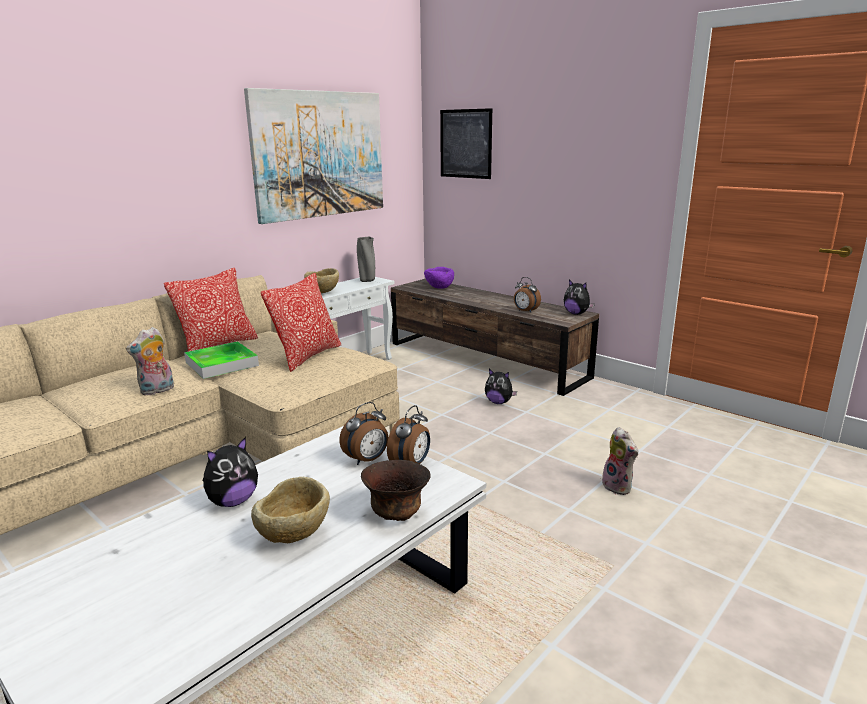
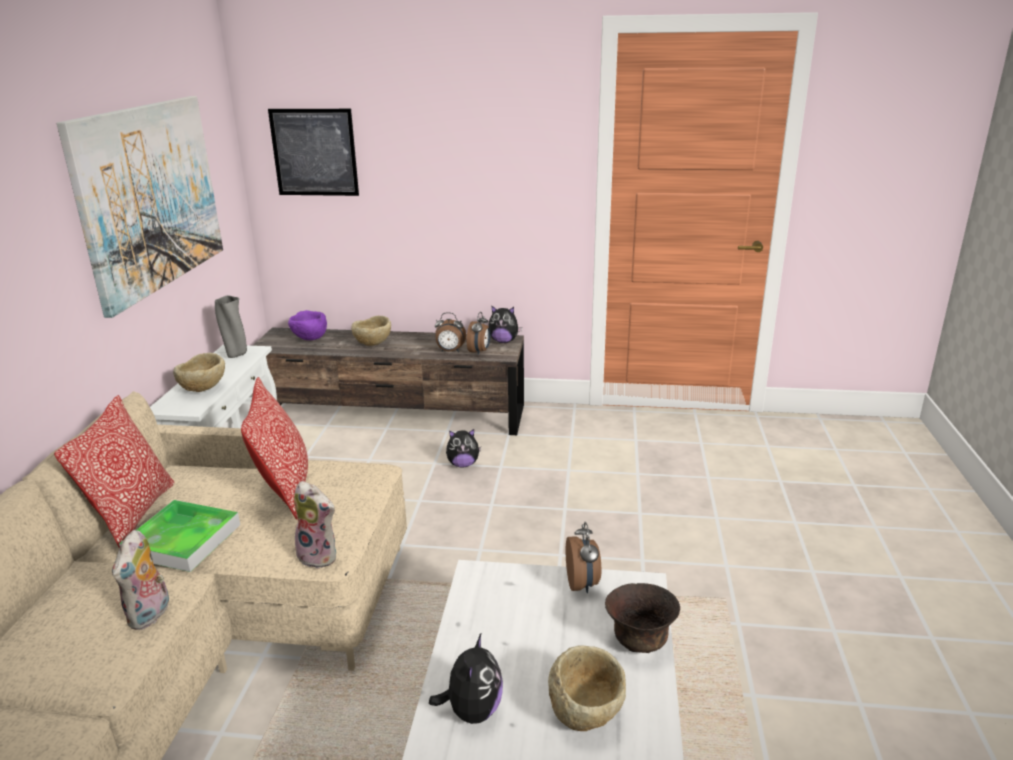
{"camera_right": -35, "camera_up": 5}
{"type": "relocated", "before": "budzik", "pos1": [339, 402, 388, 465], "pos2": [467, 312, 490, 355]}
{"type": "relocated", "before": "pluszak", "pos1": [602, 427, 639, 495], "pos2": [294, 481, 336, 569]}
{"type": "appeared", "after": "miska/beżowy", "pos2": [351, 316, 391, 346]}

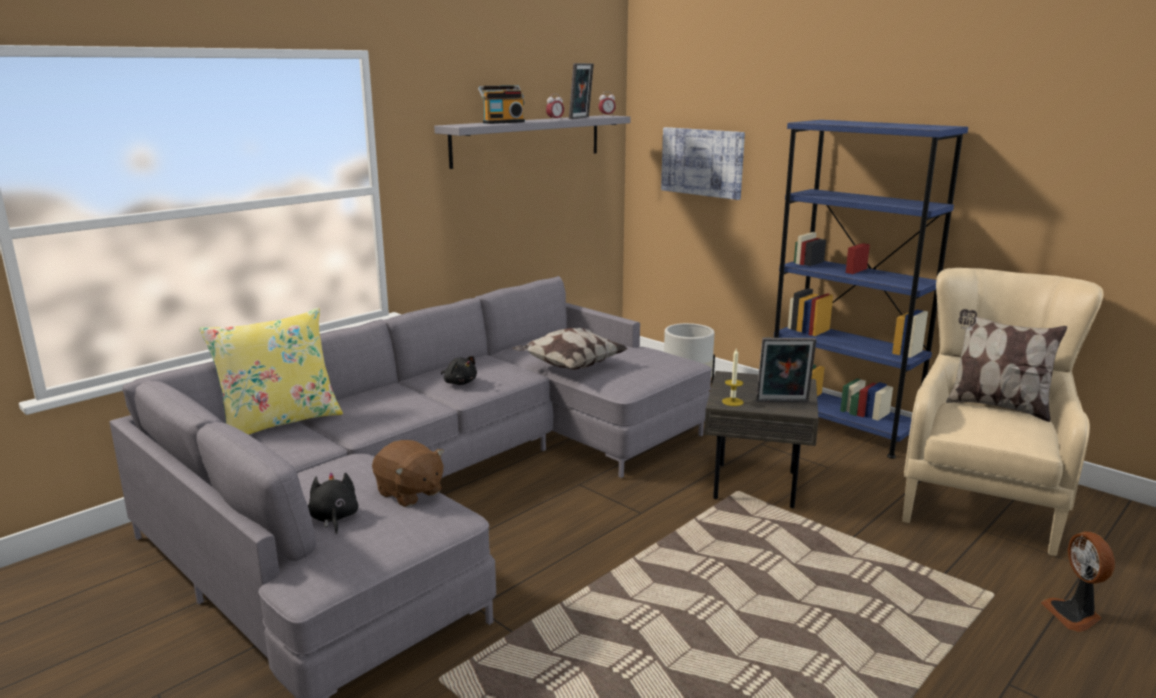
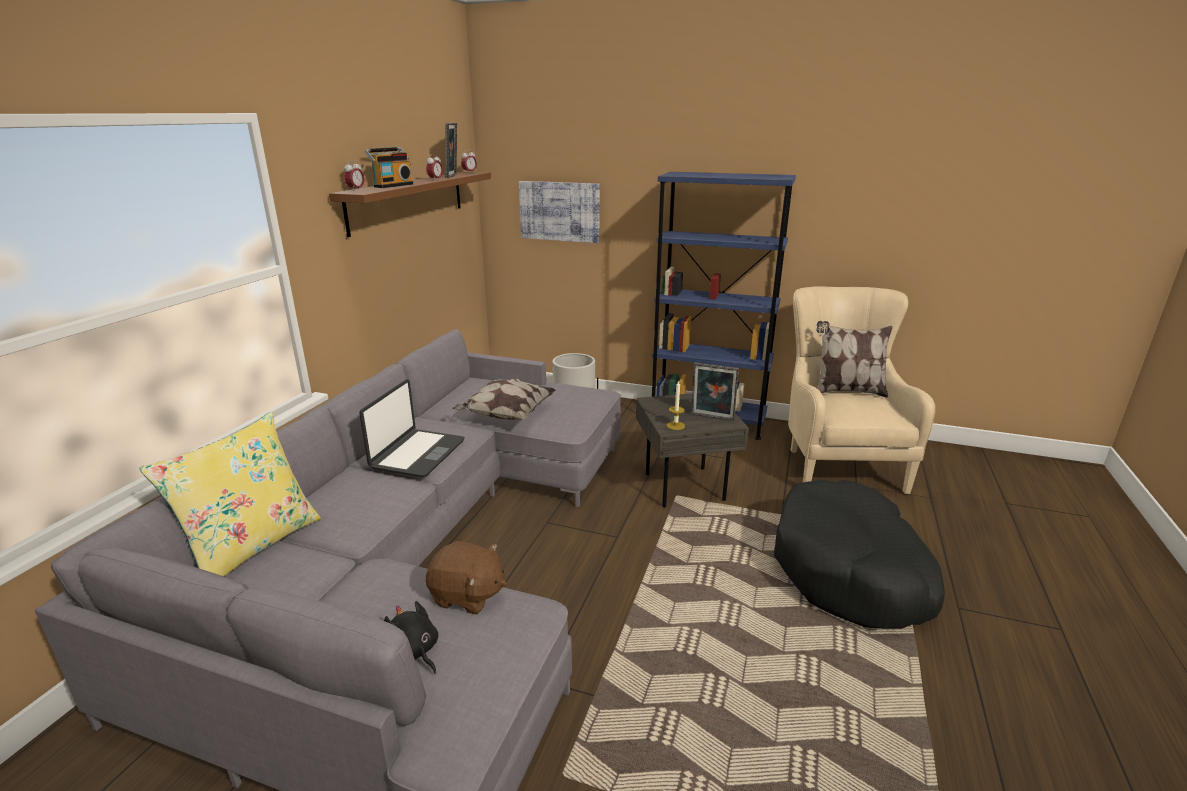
{"camera_right": -25, "camera_up": 5}
{"type": "colour", "before": "półka/szary", "after": "półka/brązowy", "pos1": [434, 115, 630, 169], "pos2": [329, 172, 491, 237]}
{"type": "spun", "before": "ramka na zdjęcie", "pos1": [756, 338, 816, 402], "pos2": [691, 362, 739, 421], "turn": 45}
{"type": "exchanged", "before": "pluszak/czarny", "after": "laptop", "pos1": [441, 356, 477, 385], "pos2": [359, 379, 465, 477]}
{"type": "missing", "before": "wentylator", "pos1": [1041, 532, 1115, 632]}
{"type": "appeared", "after": "budzik", "pos2": [344, 160, 364, 191]}
{"type": "appeared", "after": "legowisko/czarny", "pos2": [774, 480, 945, 629]}

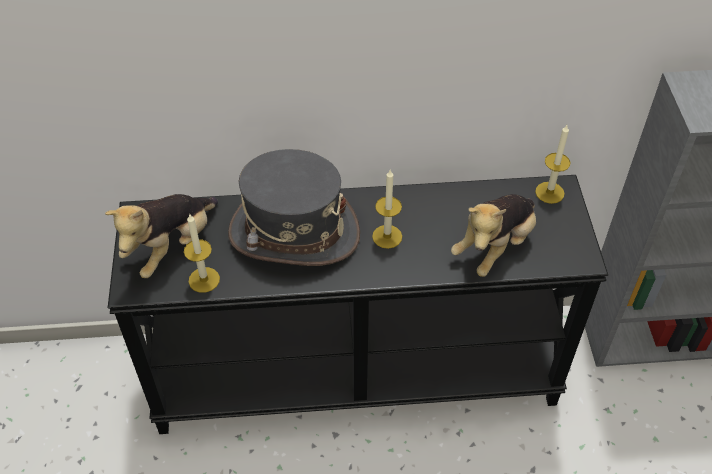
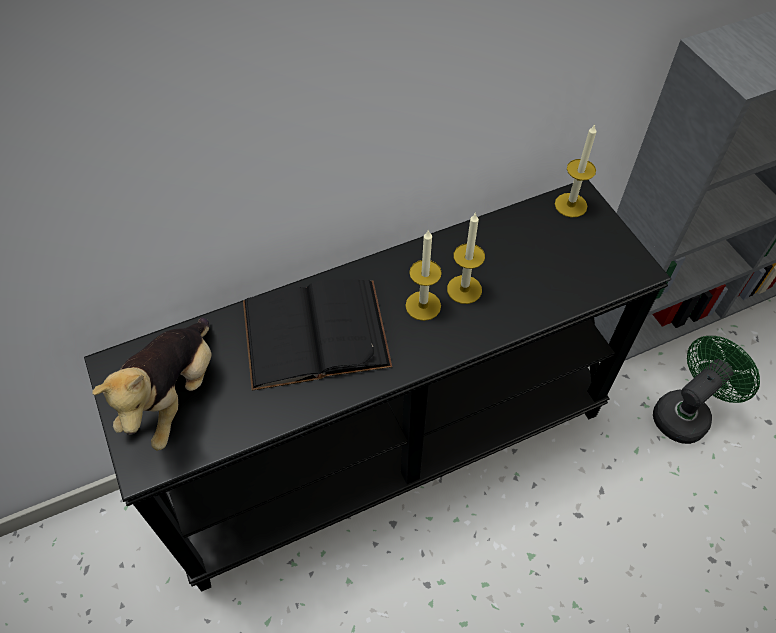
{"camera_right": -20, "camera_up": 5}
{"type": "exchanged", "before": "kapelusz/szary", "after": "książka/czarny", "pos1": [228, 149, 360, 266], "pos2": [243, 279, 392, 391]}
{"type": "missing", "before": "pluszak", "pos1": [451, 194, 536, 277]}
{"type": "relocated", "before": "świeca", "pos1": [184, 213, 220, 293], "pos2": [447, 212, 485, 304]}
{"type": "appeared", "after": "wentylator/zielony", "pos2": [653, 336, 760, 444]}

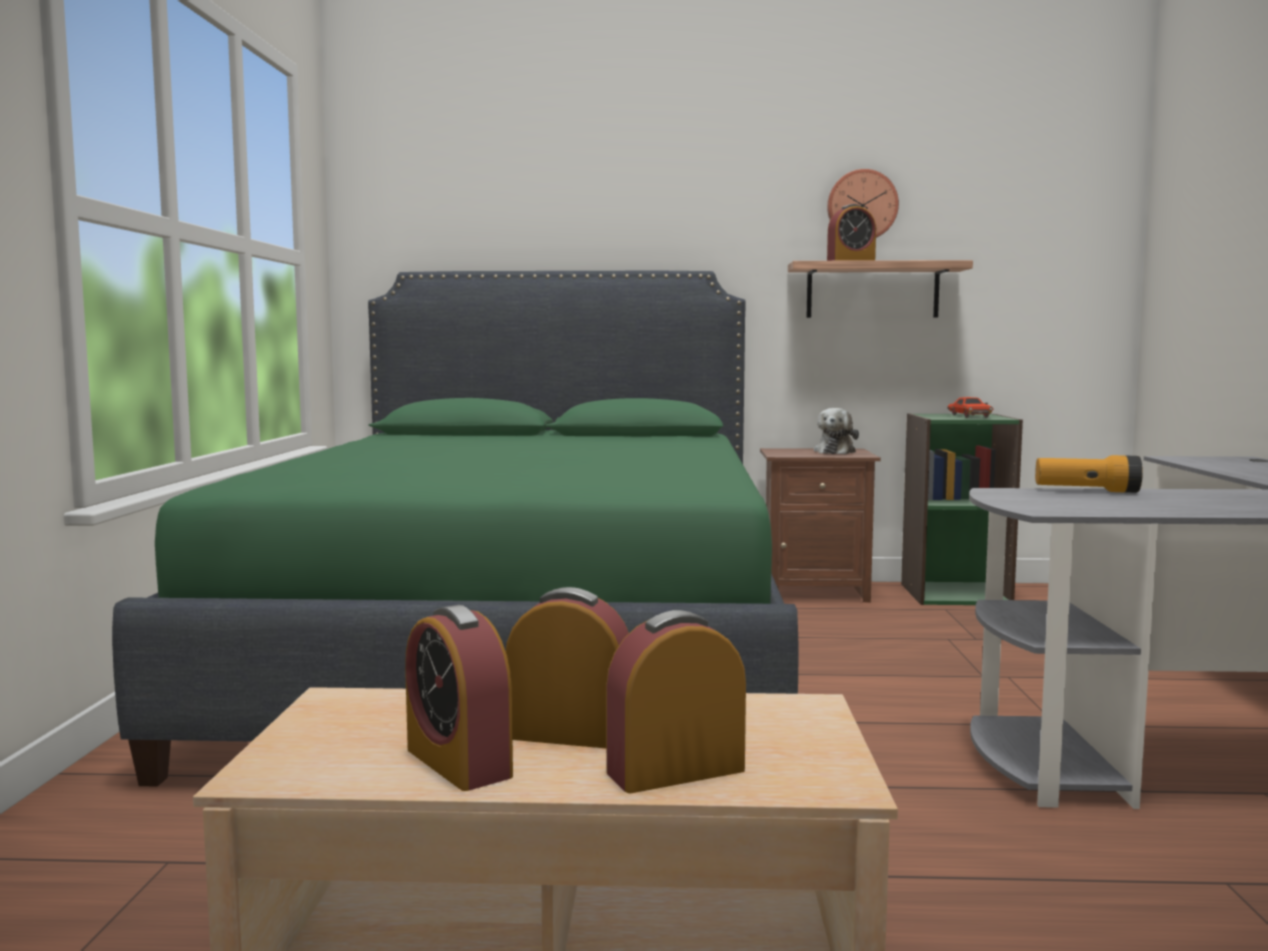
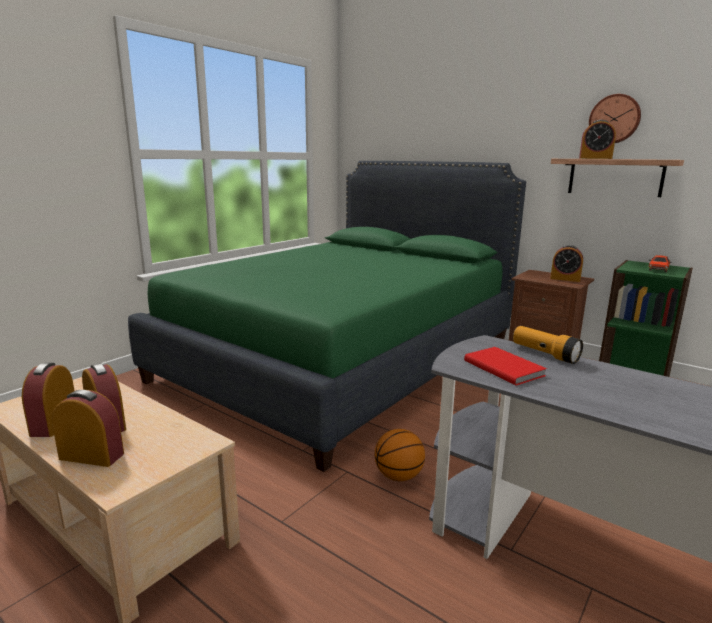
{"camera_right": 35, "camera_up": 10}
{"type": "exchanged", "before": "pluszak", "after": "budzik", "pos1": [814, 408, 859, 454], "pos2": [550, 245, 583, 282]}
{"type": "appeared", "after": "książka/czerwony", "pos2": [464, 347, 547, 385]}
{"type": "appeared", "after": "piłka do koszykówki", "pos2": [374, 429, 425, 481]}

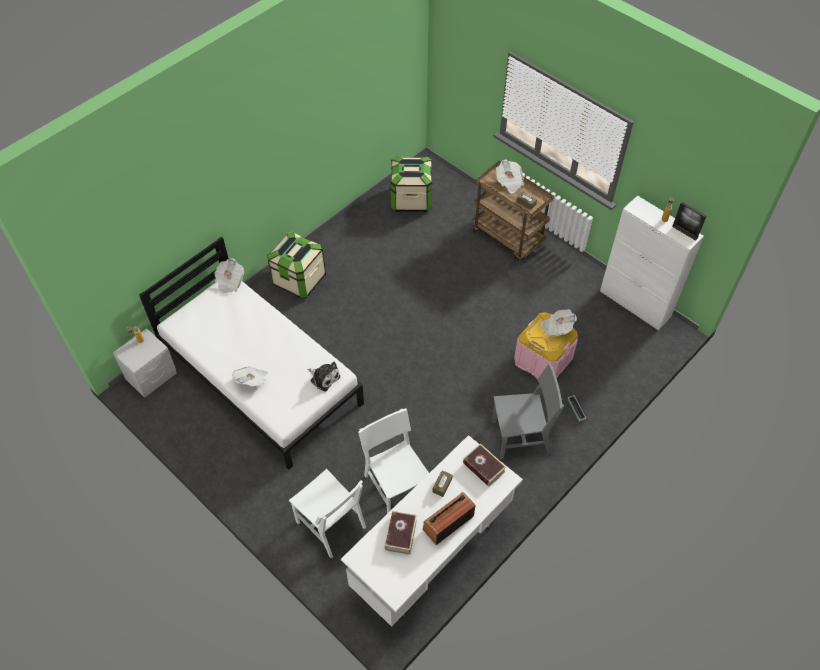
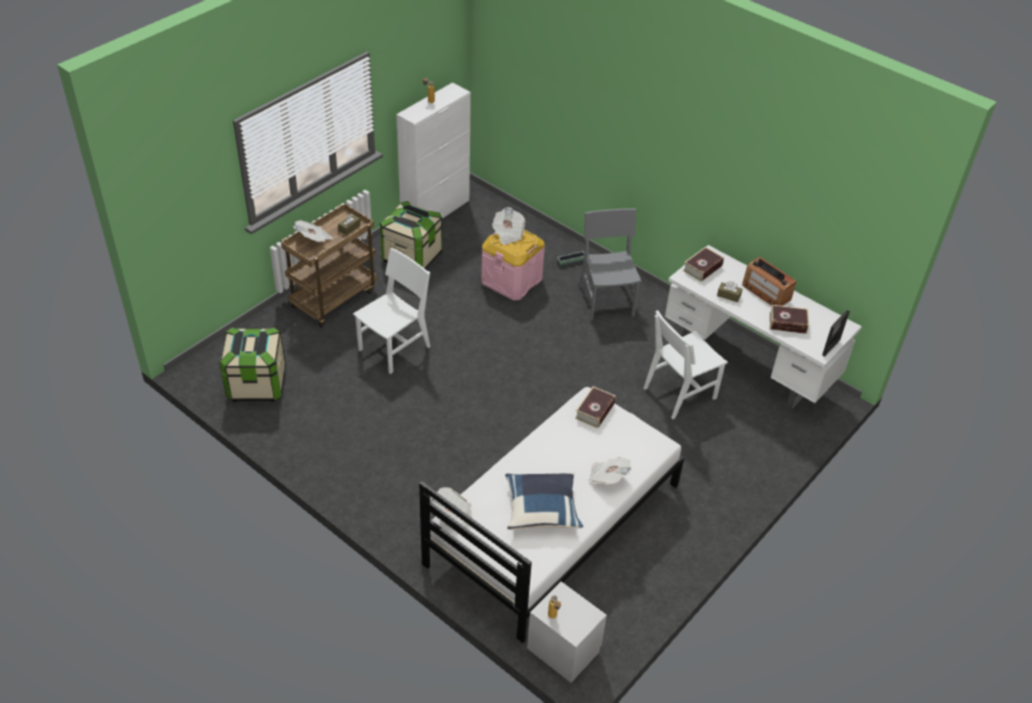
{"camera_right": -95, "camera_up": -10}
{"type": "relocated", "before": "ramka na zdjęcie", "pos1": [672, 202, 707, 241], "pos2": [822, 310, 850, 356]}
{"type": "relocated", "before": "pojemnik do przechowywania", "pos1": [267, 232, 326, 298], "pos2": [380, 201, 443, 269]}
{"type": "exchanged", "before": "pluszak", "after": "książka", "pos1": [308, 362, 340, 392], "pos2": [575, 386, 616, 428]}
{"type": "relocated", "before": "krzesło/biały", "pos1": [289, 468, 366, 559], "pos2": [353, 248, 430, 374]}
{"type": "appeared", "after": "poduszka/niebieski", "pos2": [505, 471, 583, 530]}

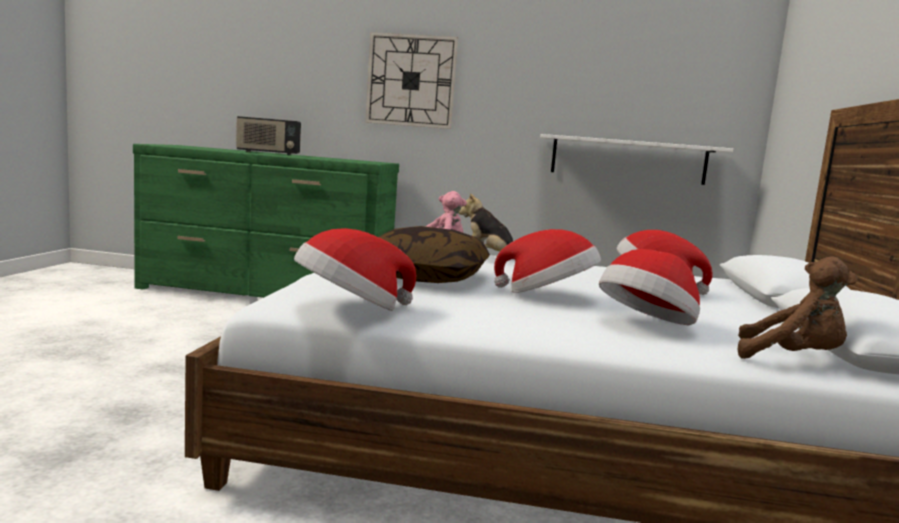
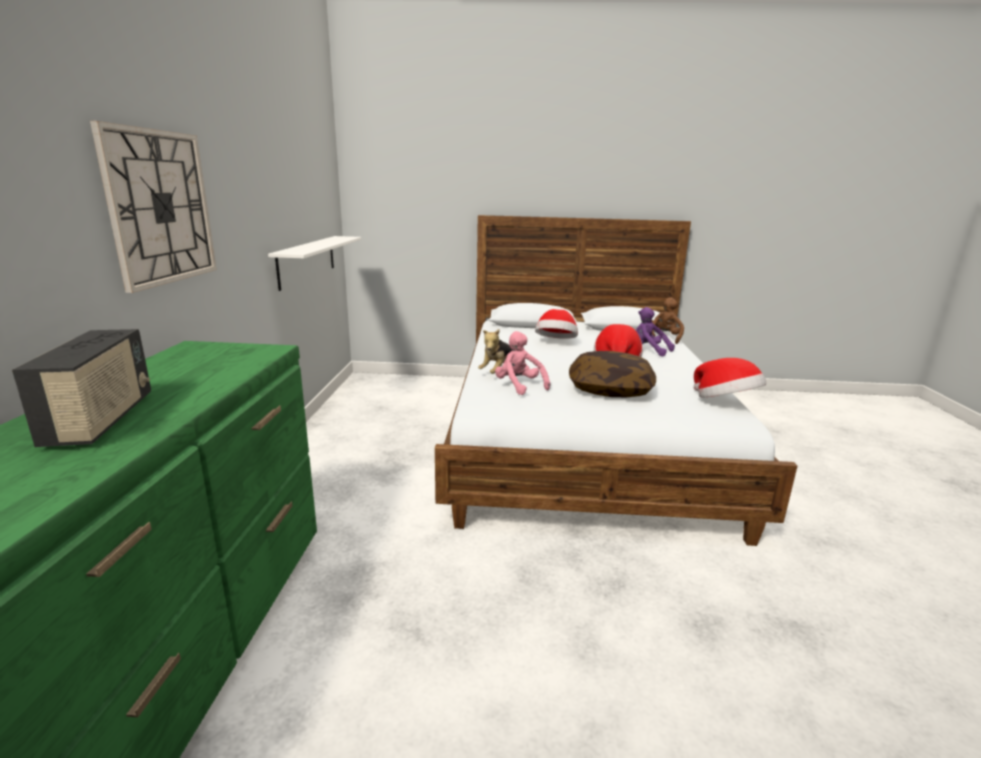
{"camera_right": -95, "camera_up": 10}
{"type": "exchanged", "before": "kapelusz", "after": "pluszak/fioletowy", "pos1": [599, 249, 700, 326], "pos2": [636, 307, 675, 356]}

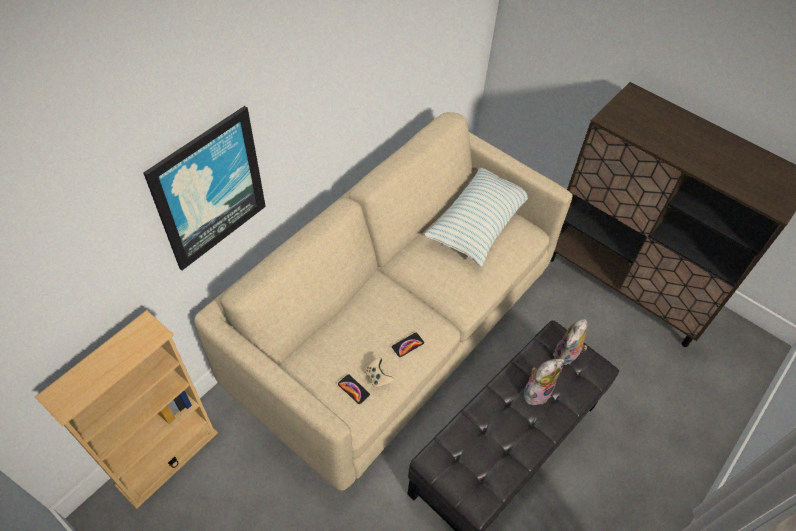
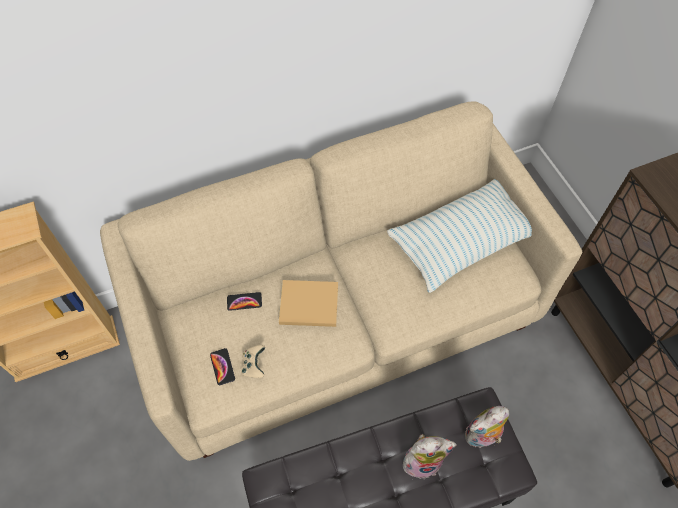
{"camera_right": 30, "camera_up": 5}
{"type": "missing", "before": "obraz", "pos1": [143, 106, 266, 270]}
{"type": "relocated", "before": "telefon", "pos1": [392, 333, 424, 357], "pos2": [227, 292, 262, 311]}
{"type": "appeared", "after": "książka/beżowy", "pos2": [279, 280, 338, 327]}

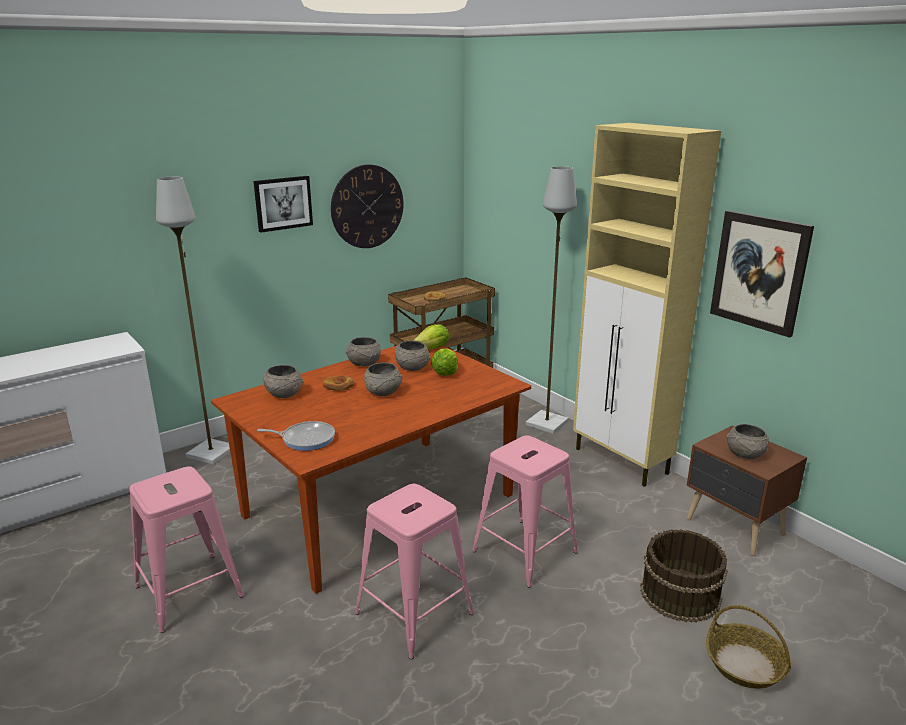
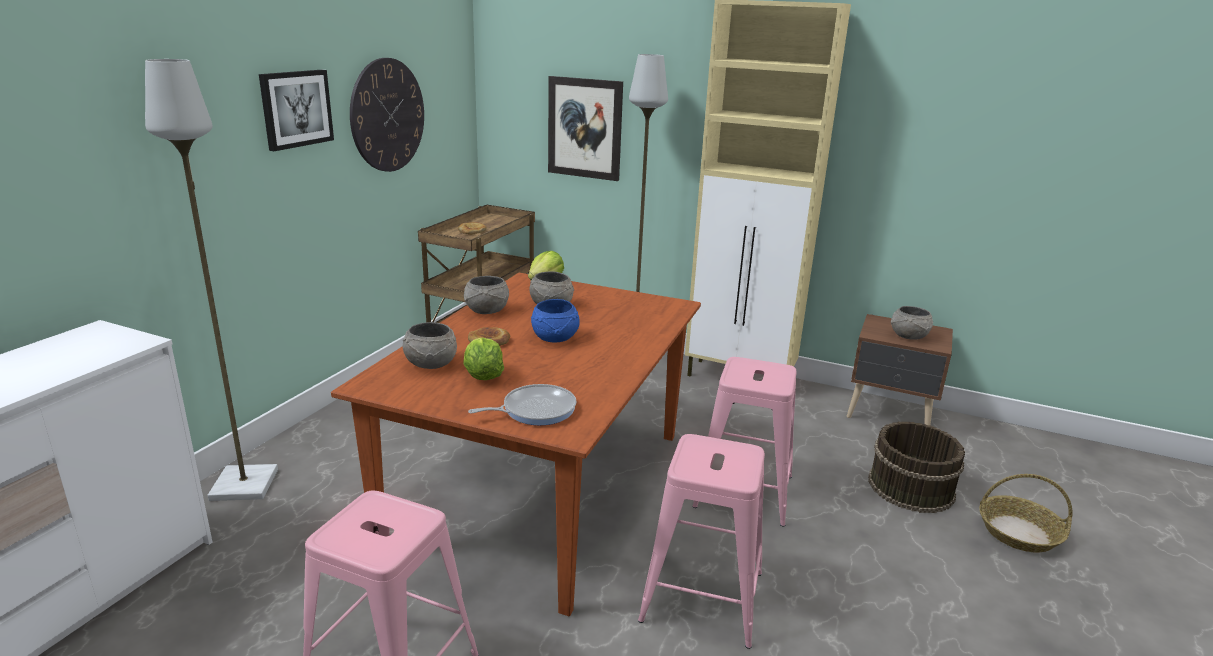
{"camera_right": -30, "camera_up": 0}
{"type": "relocated", "before": "obraz", "pos1": [710, 211, 814, 338], "pos2": [548, 76, 623, 181]}
{"type": "relocated", "before": "sałata", "pos1": [431, 348, 458, 376], "pos2": [463, 338, 504, 380]}
{"type": "colour", "before": "miska/szary", "after": "miska/niebieski", "pos1": [364, 363, 403, 396], "pos2": [531, 299, 580, 342]}

